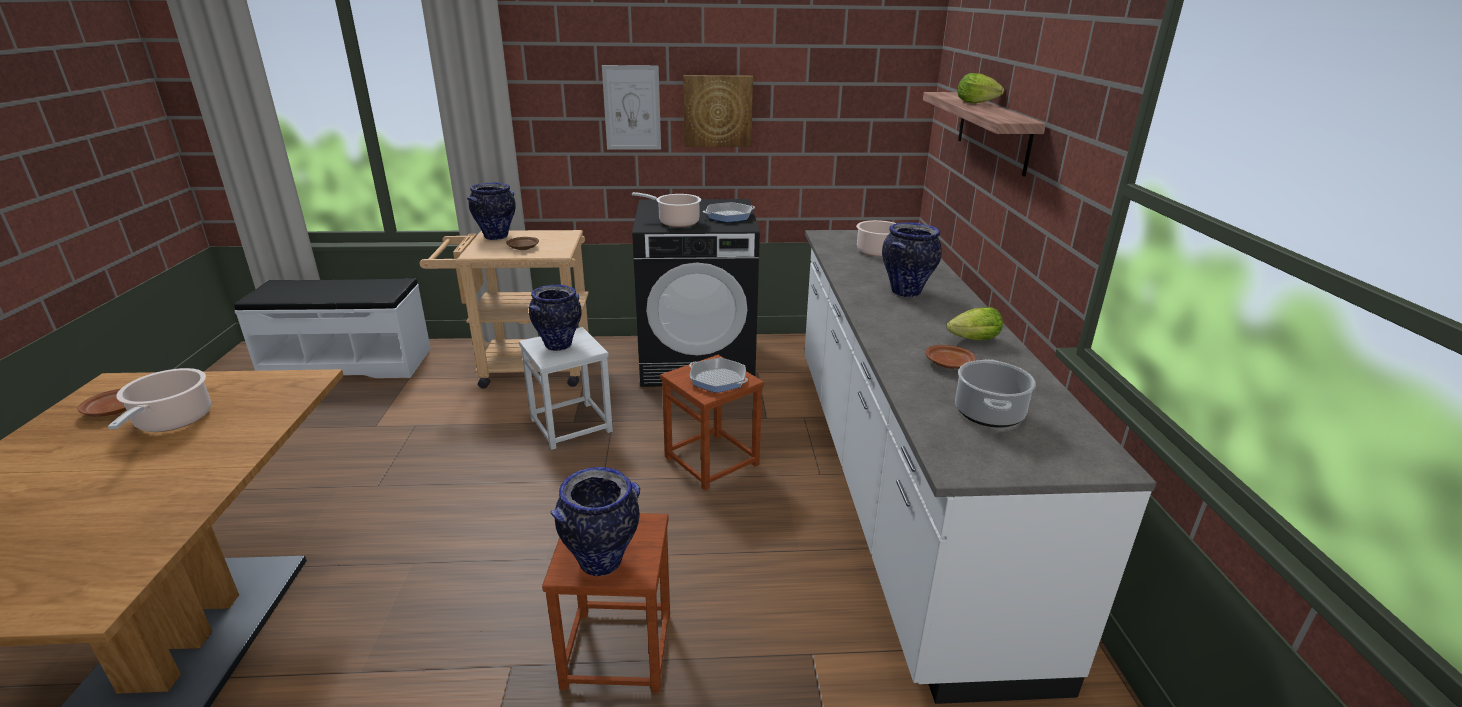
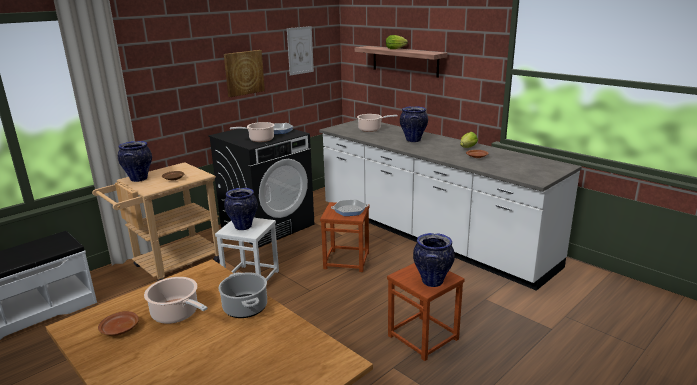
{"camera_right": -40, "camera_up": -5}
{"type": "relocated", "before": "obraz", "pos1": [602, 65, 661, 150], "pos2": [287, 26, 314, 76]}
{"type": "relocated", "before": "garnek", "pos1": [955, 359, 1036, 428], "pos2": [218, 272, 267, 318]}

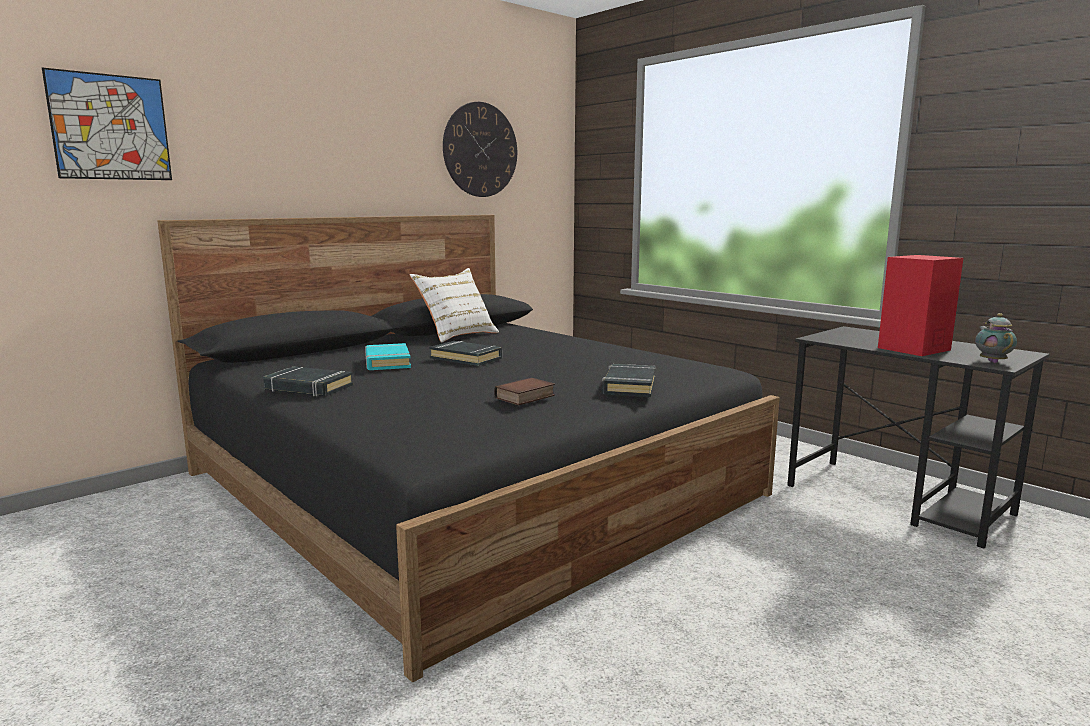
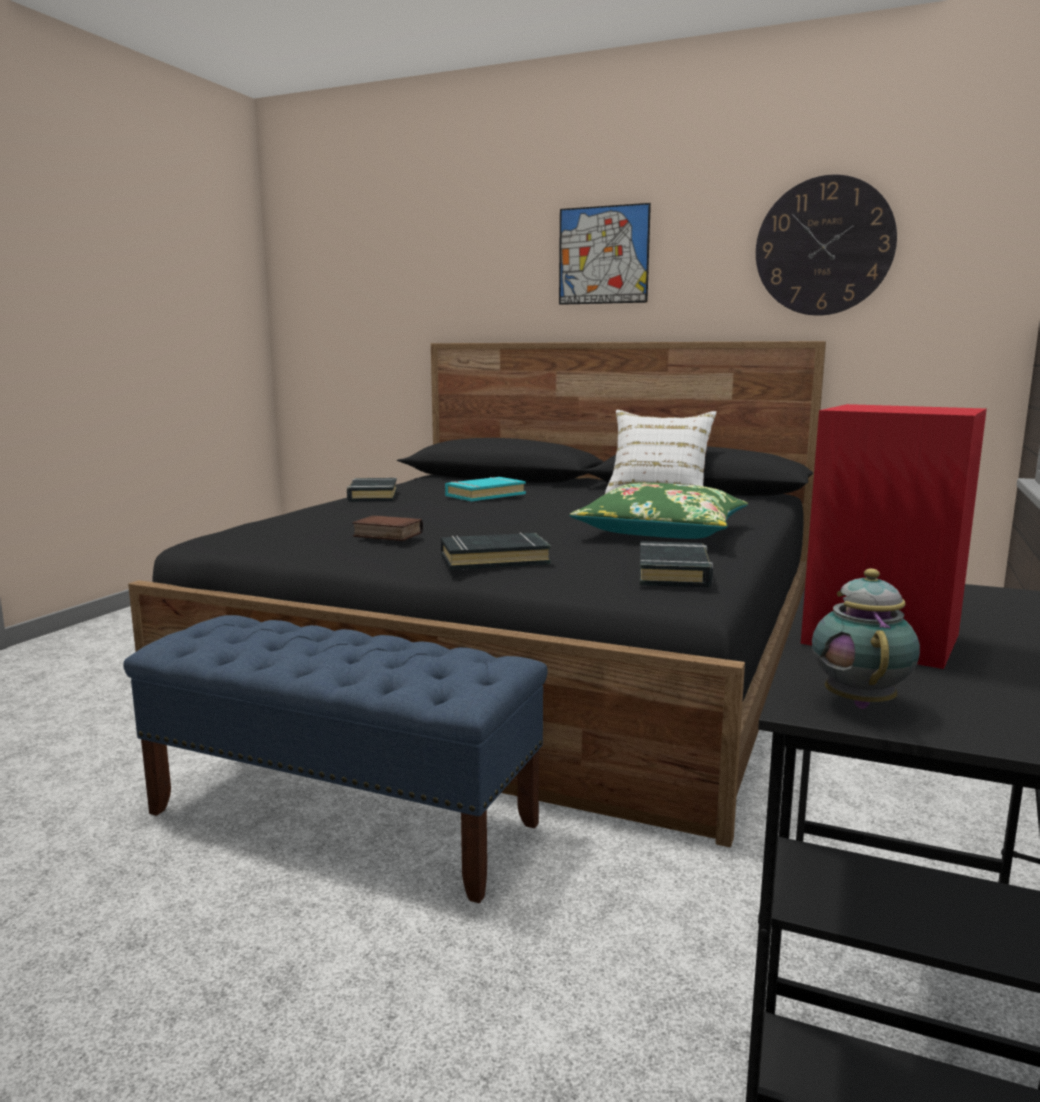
{"camera_right": 65, "camera_up": 0}
{"type": "relocated", "before": "obraz", "pos1": [42, 67, 172, 180], "pos2": [559, 203, 651, 305]}
{"type": "spun", "before": "imbryk", "pos1": [975, 313, 1017, 363], "pos2": [812, 568, 920, 709], "turn": -60}
{"type": "relocated", "before": "książka/czarny", "pos1": [429, 341, 502, 366], "pos2": [640, 541, 713, 587]}
{"type": "appeared", "after": "poduszka/zielony", "pos2": [569, 483, 748, 539]}
{"type": "appeared", "after": "ławka/niebieski", "pos2": [123, 615, 548, 903]}

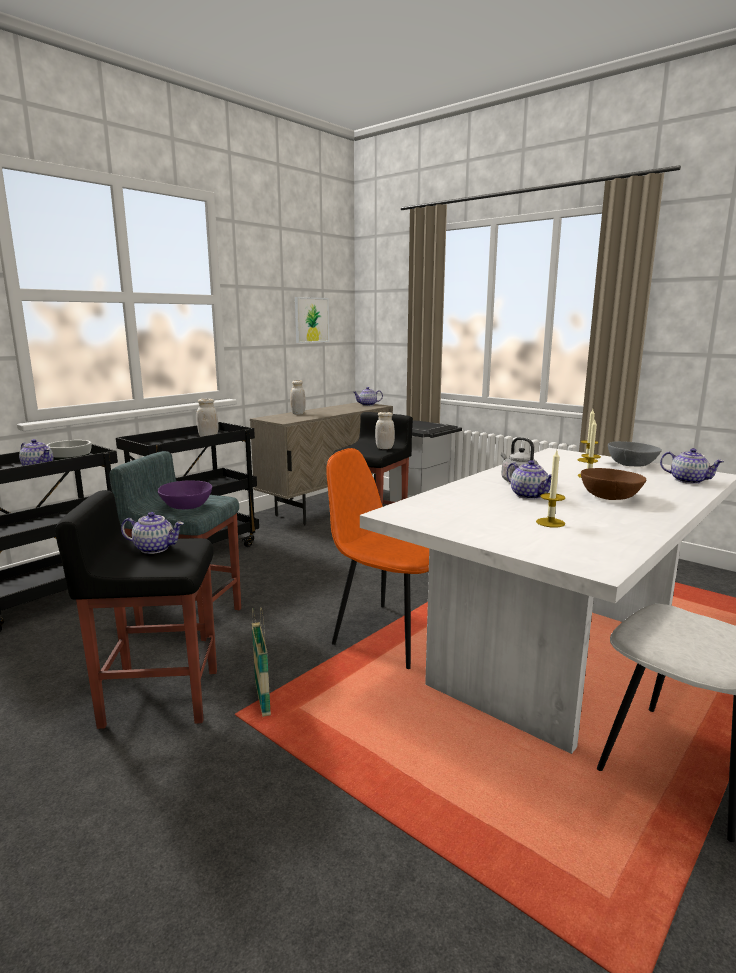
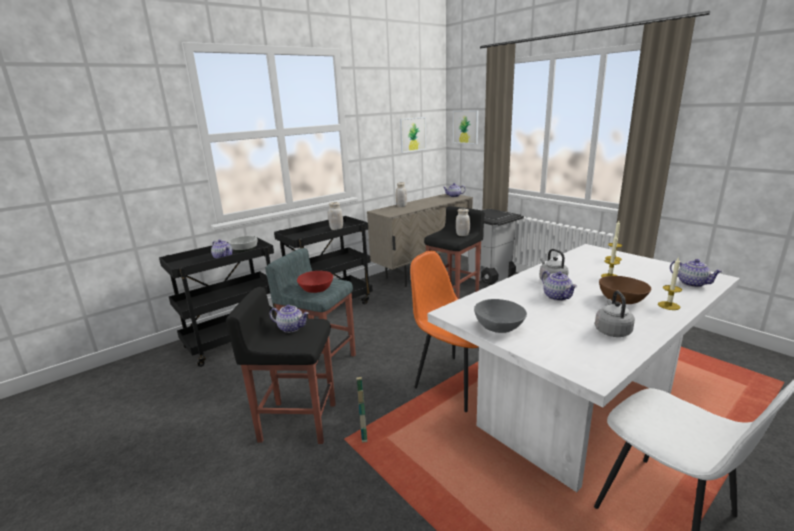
{"camera_right": 10, "camera_up": 5}
{"type": "relocated", "before": "miska/szary", "pos1": [608, 441, 662, 466], "pos2": [474, 299, 527, 333]}
{"type": "relocated", "before": "świeca", "pos1": [536, 450, 566, 528], "pos2": [658, 257, 682, 310]}
{"type": "colour", "before": "miska/fioletowy", "after": "miska/czerwony", "pos1": [158, 480, 212, 509], "pos2": [297, 271, 333, 293]}
{"type": "appeared", "after": "obraz", "pos2": [453, 110, 479, 144]}
{"type": "appeared", "after": "czajnik/szary", "pos2": [595, 291, 635, 337]}

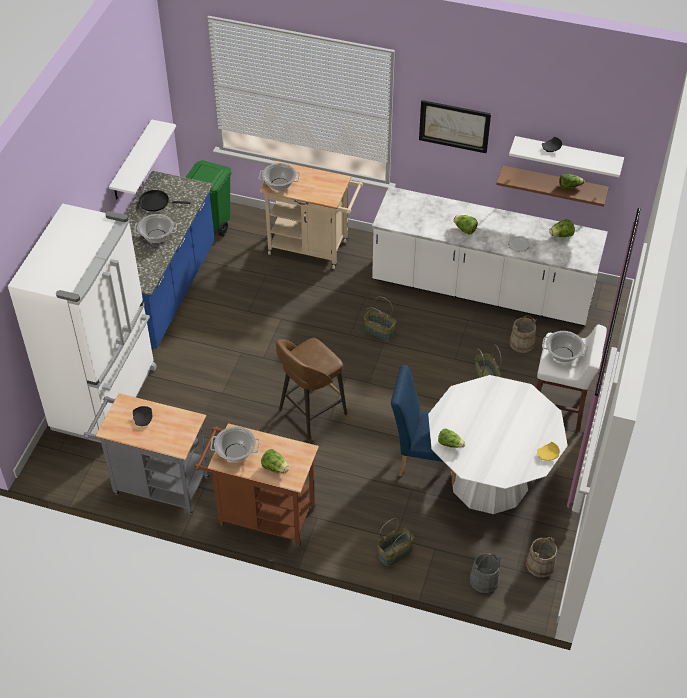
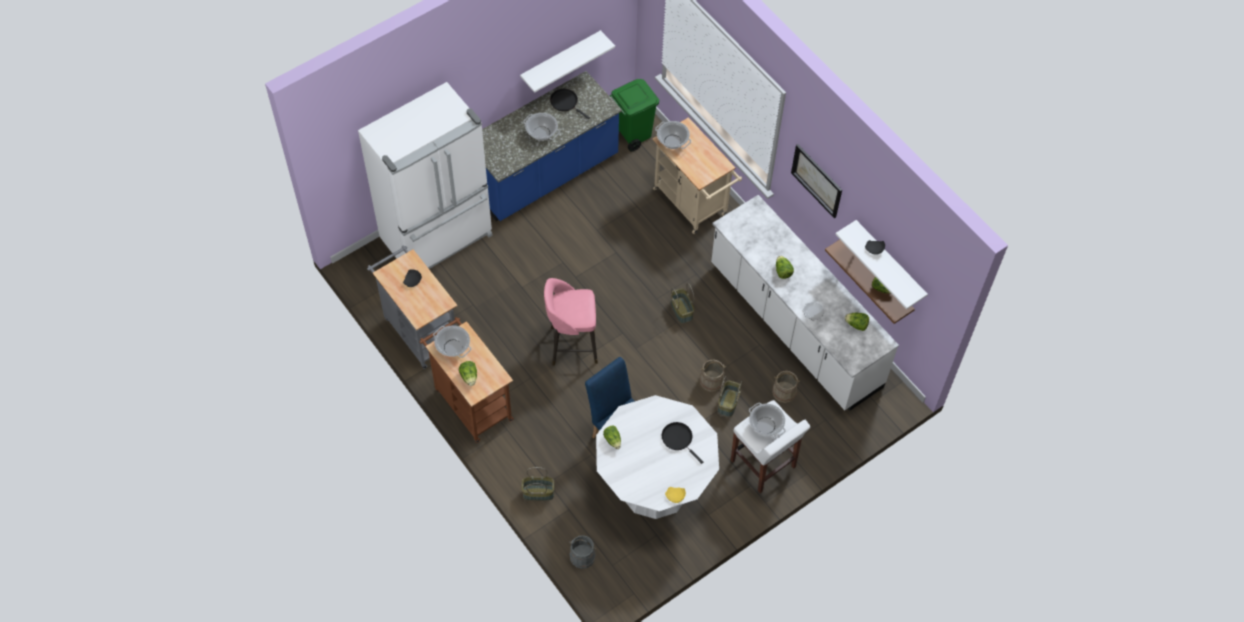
{"camera_right": 35, "camera_up": 10}
{"type": "colour", "before": "stołek/brązowy", "after": "stołek/różowy", "pos1": [276, 338, 347, 439], "pos2": [544, 278, 598, 366]}
{"type": "relocated", "before": "wiadro/beżowy", "pos1": [526, 537, 557, 578], "pos2": [700, 360, 726, 392]}
{"type": "appeared", "after": "patelnia/czarny", "pos2": [662, 422, 703, 464]}

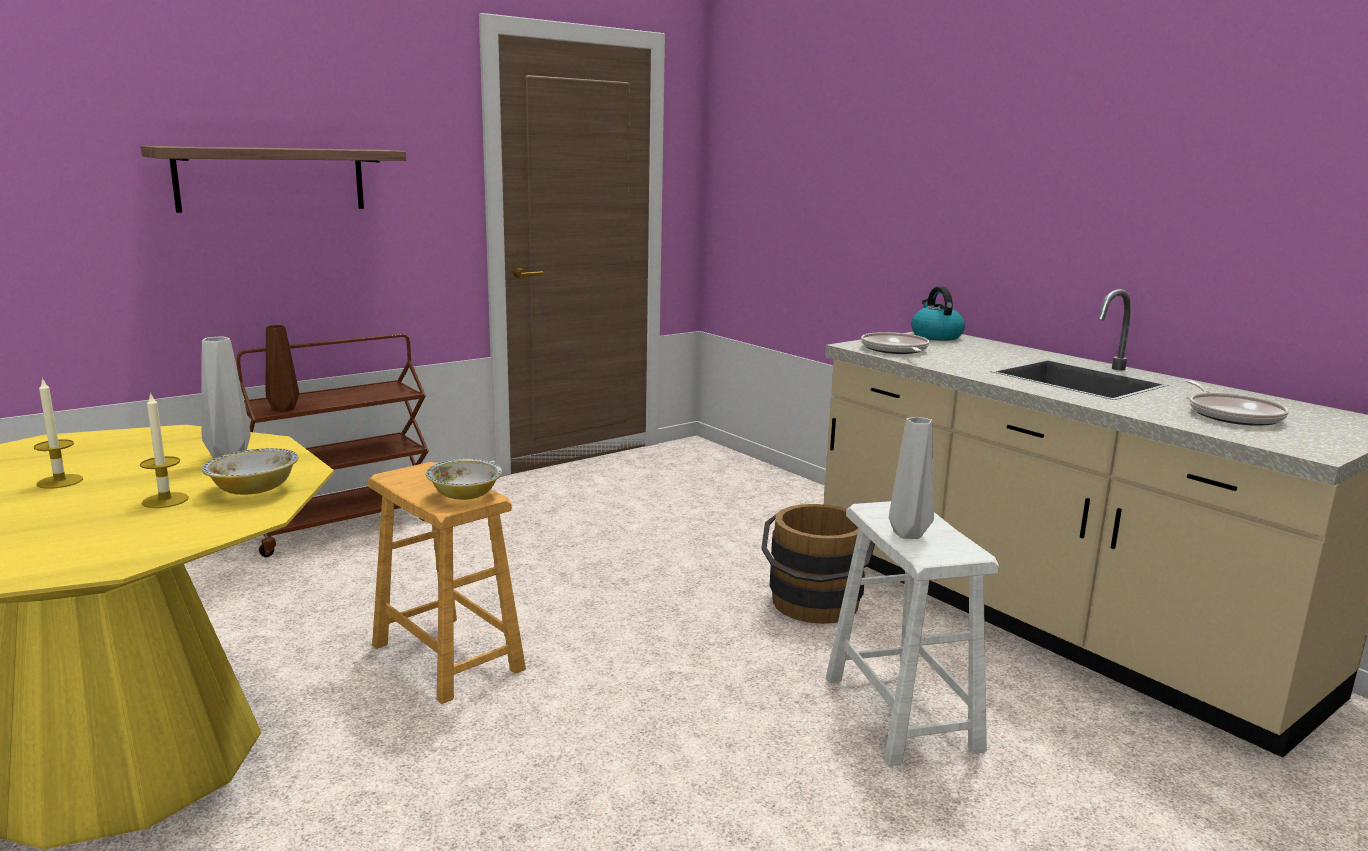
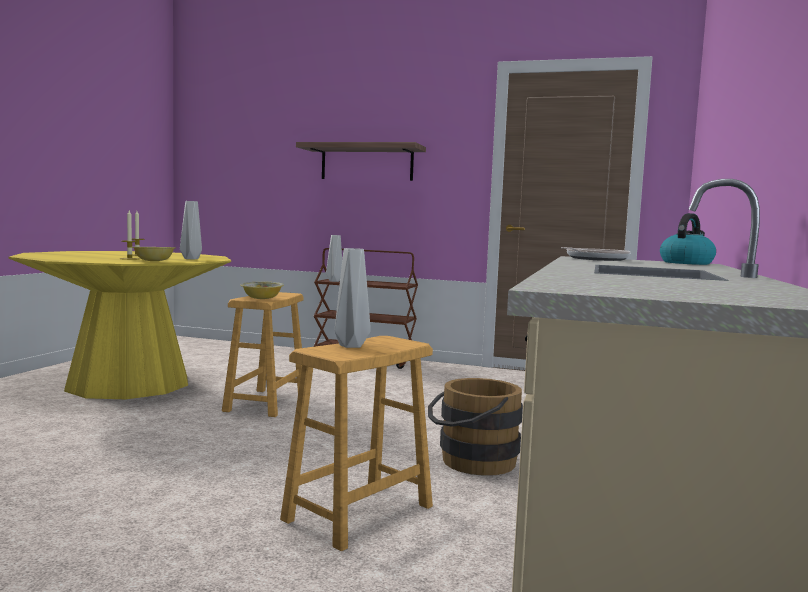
{"camera_right": 55, "camera_up": -10}
{"type": "colour", "before": "wazon/brązowy", "after": "wazon/szary", "pos1": [266, 325, 299, 412], "pos2": [326, 235, 342, 282]}
{"type": "missing", "before": "patelnia", "pos1": [1185, 380, 1289, 426]}
{"type": "colour", "before": "stołek/biały", "after": "stołek/brązowy", "pos1": [826, 501, 999, 766], "pos2": [280, 336, 433, 552]}

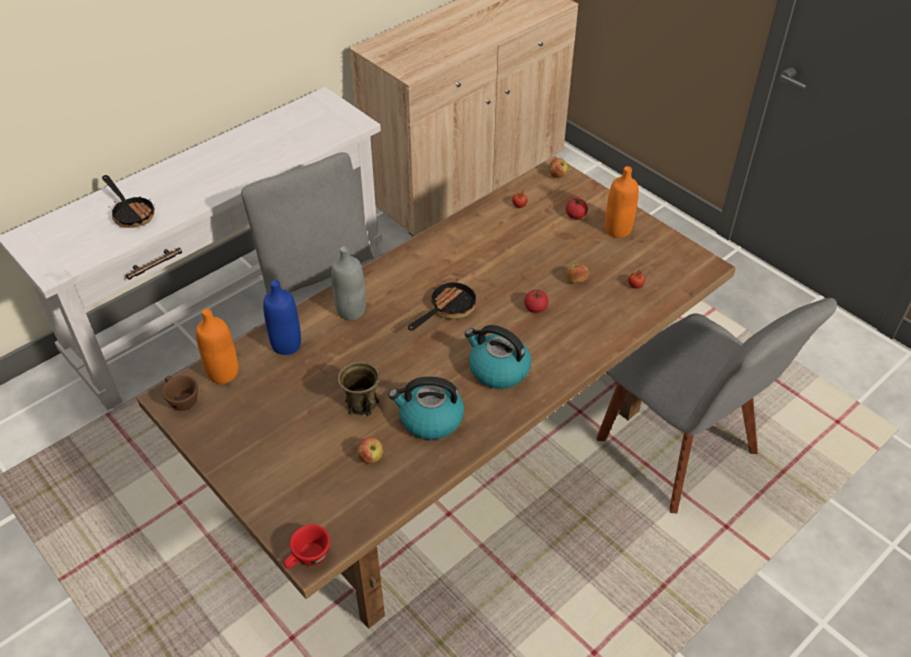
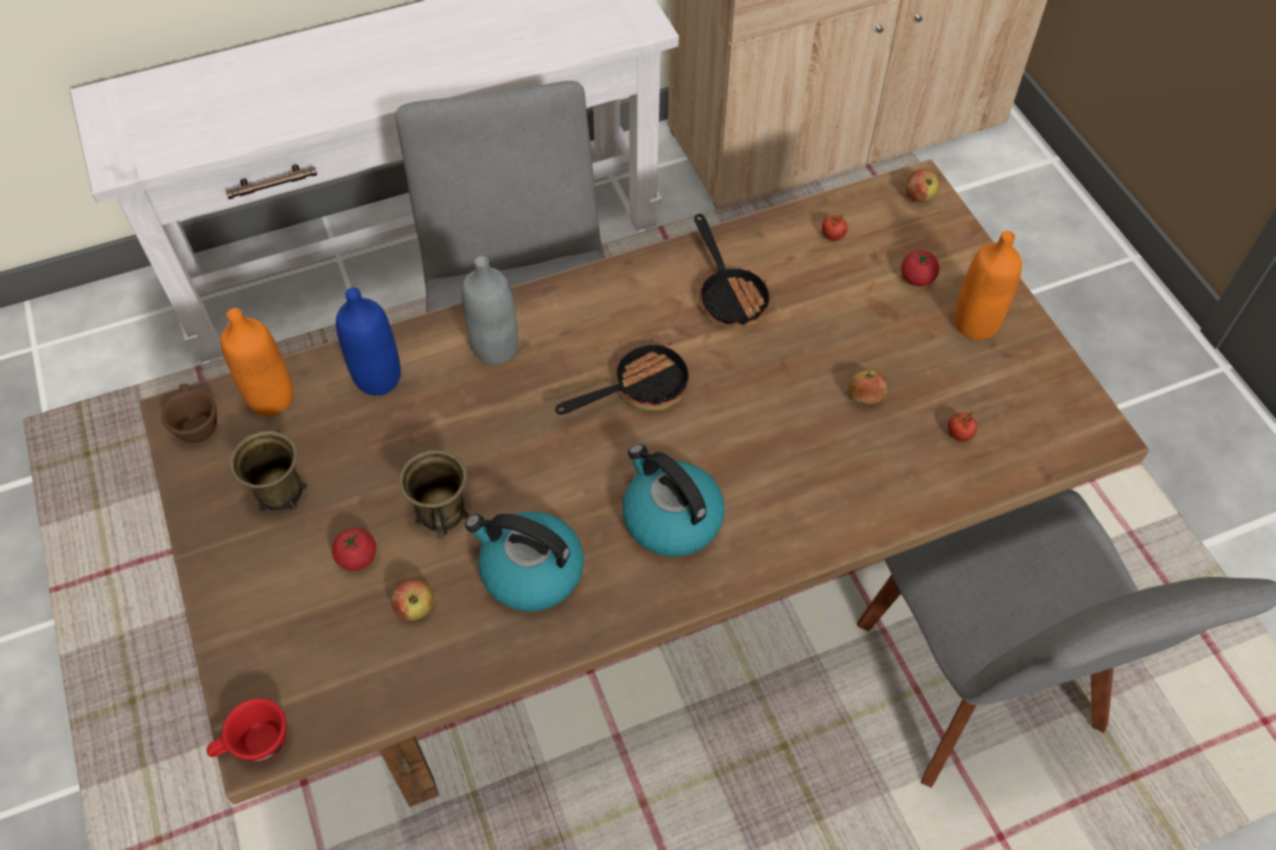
{"camera_right": 20, "camera_up": 10}
{"type": "relocated", "before": "patelnia", "pos1": [102, 175, 155, 228], "pos2": [694, 214, 774, 328]}
{"type": "relocated", "before": "pomidor", "pos1": [524, 290, 549, 313], "pos2": [332, 528, 376, 571]}
{"type": "appeared", "after": "kubek/brązowy", "pos2": [229, 429, 307, 511]}

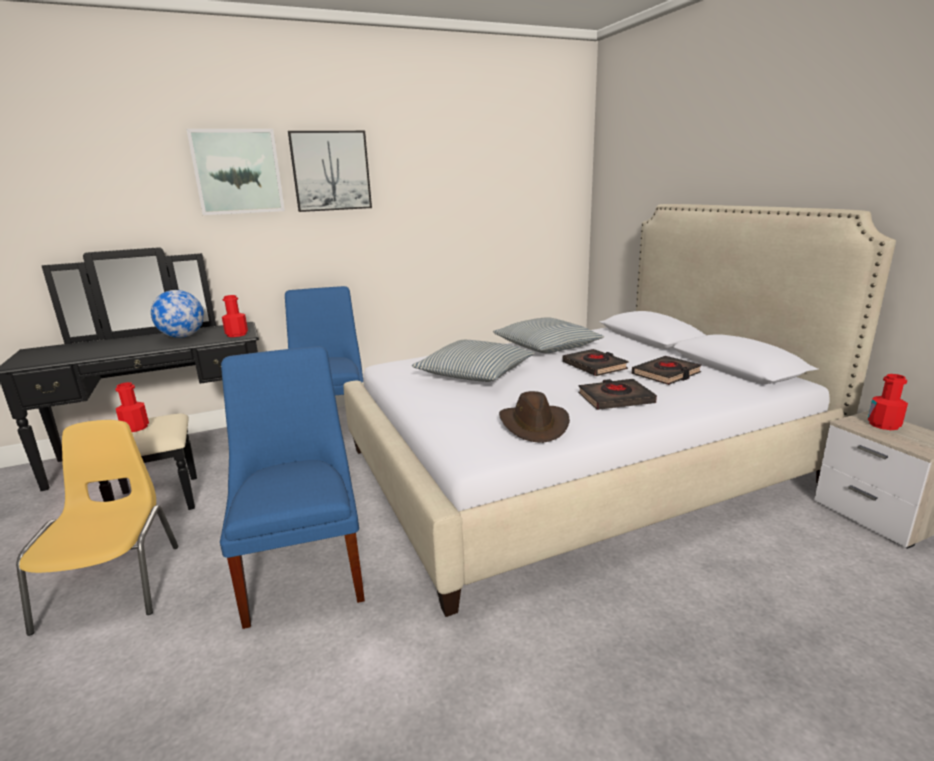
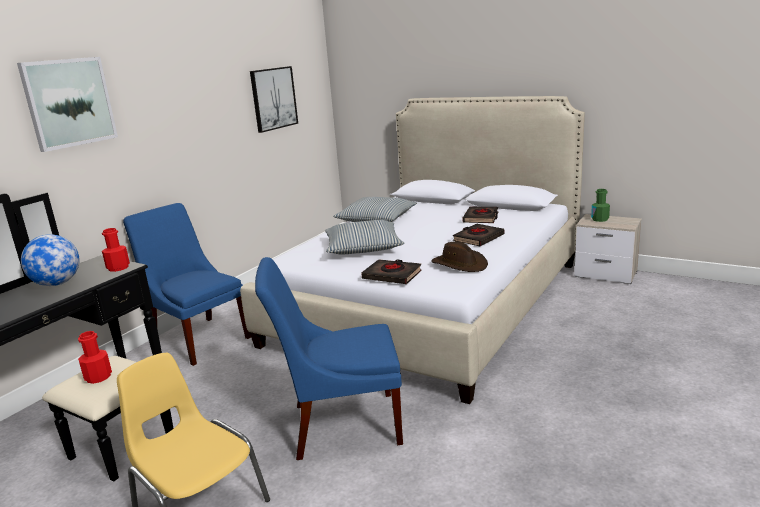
{"camera_right": -35, "camera_up": 0}
{"type": "relocated", "before": "obraz", "pos1": [288, 131, 372, 212], "pos2": [250, 66, 298, 133]}
{"type": "spun", "before": "krzesło/niebieski", "pos1": [220, 346, 365, 629], "pos2": [255, 257, 403, 460], "turn": -45}
{"type": "relocated", "before": "książka/czarny", "pos1": [562, 349, 628, 376], "pos2": [361, 259, 422, 284]}
{"type": "colour", "before": "butelka/czerwony", "after": "butelka/zielony", "pos1": [868, 374, 908, 430], "pos2": [591, 189, 610, 222]}

